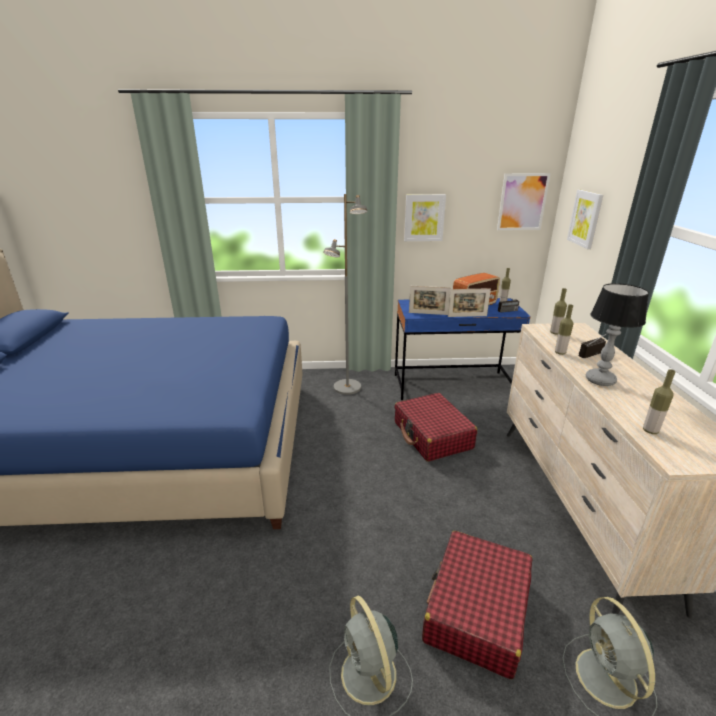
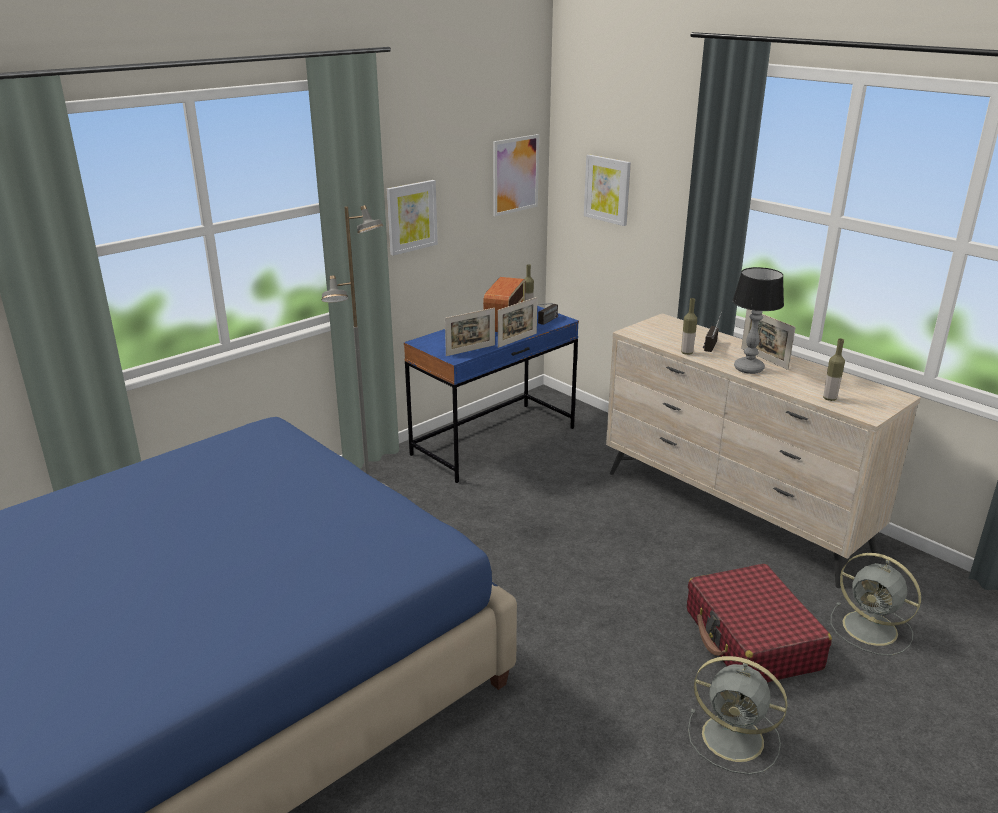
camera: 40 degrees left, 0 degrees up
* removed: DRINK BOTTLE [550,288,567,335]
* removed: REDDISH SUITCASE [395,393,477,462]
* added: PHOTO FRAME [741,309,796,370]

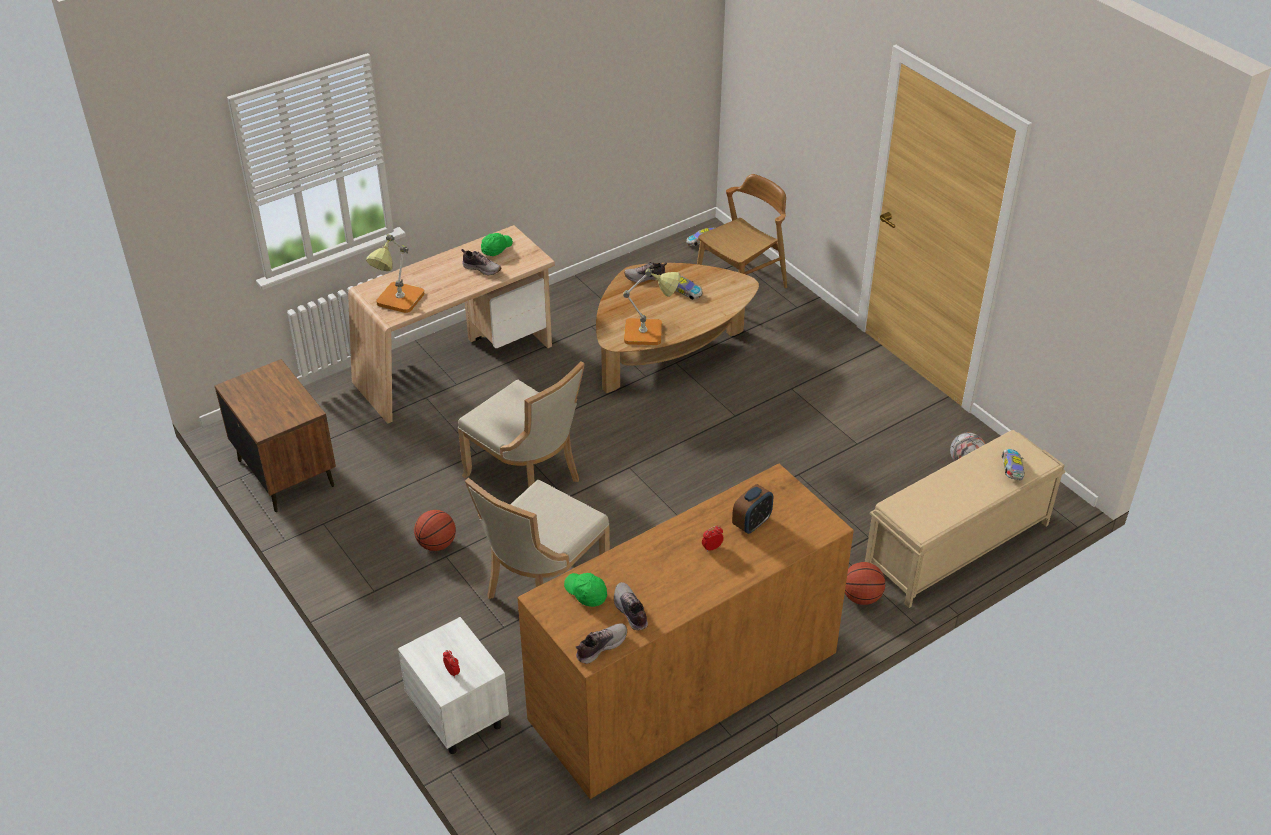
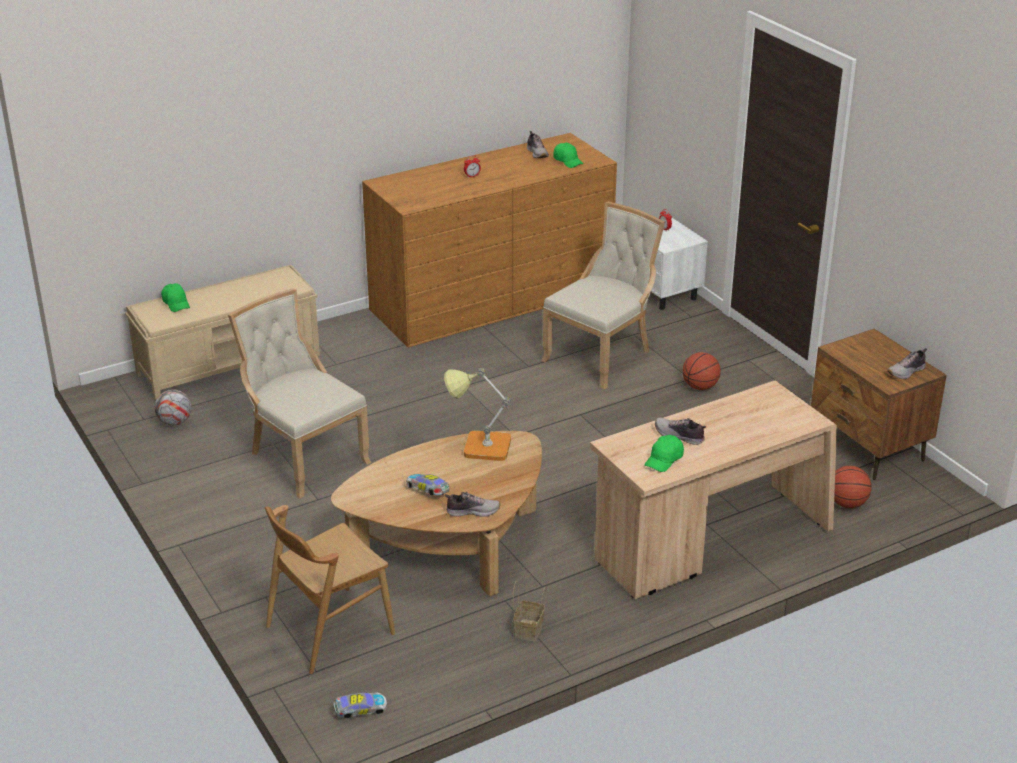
camera: 175 degrees left, 10 degrees down
* removed: LAMP FOR A TABLE [366,234,425,313]
* moved: BEIGE CHAIR [458,361,585,488] to [228,288,371,499]
* replaced: TOY CAR [1002,449,1024,480] to GREENISH CAP [161,283,190,312]
* removed: TABLE CLOCK [732,484,773,534]
* moved: BASKETBALL [845,562,885,605] to [834,466,872,508]
* moved: SHOE [576,623,627,664] to [887,348,927,379]
* added: BASKET [513,581,546,642]

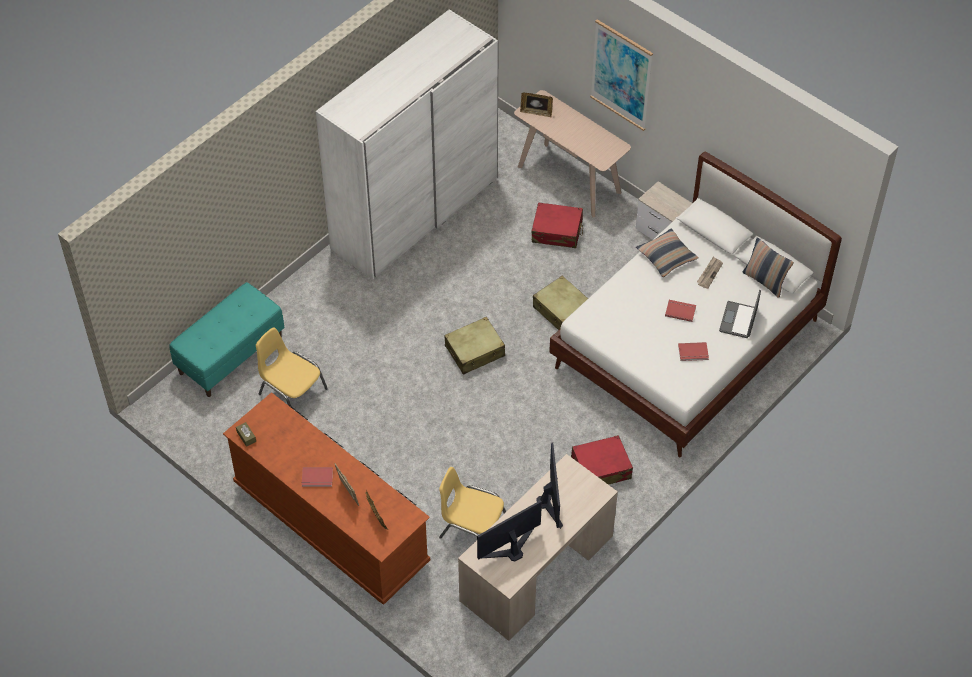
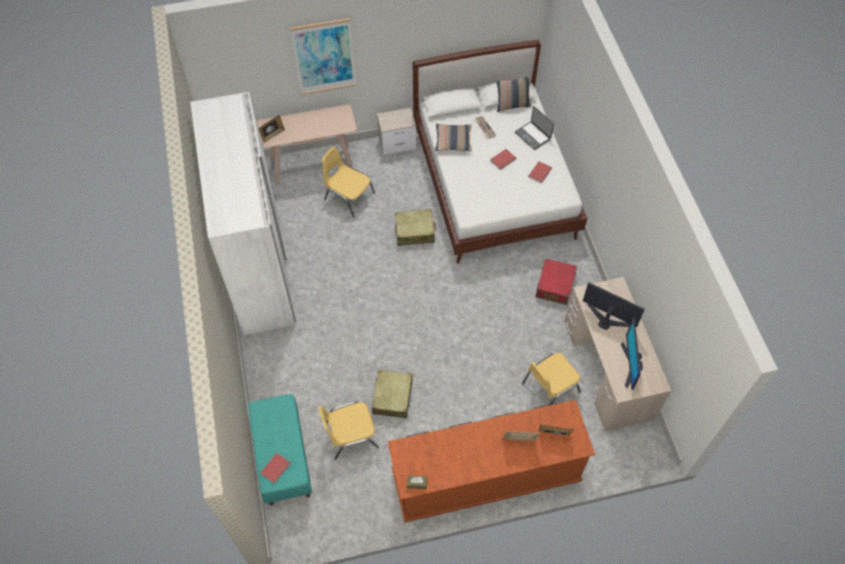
camera: 55 degrees left, 5 degrees up
* replaced: REDDISH SUITCASE [531,202,583,248] to YELLOW-COLOURED CHAIR [322,147,375,217]
* moved: BEIGE SUITCASE [444,317,505,375] to [372,370,413,418]
* moved: REDDISH VOLUME [302,467,333,487] to [260,453,291,484]

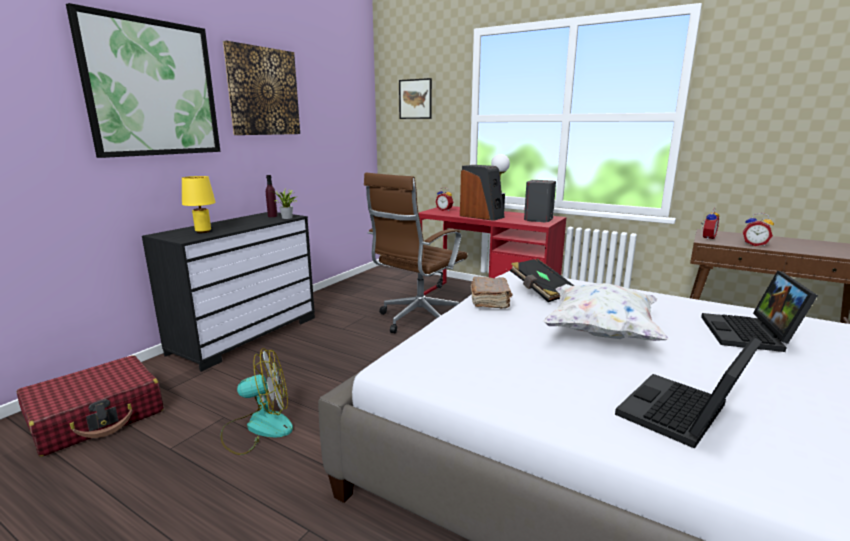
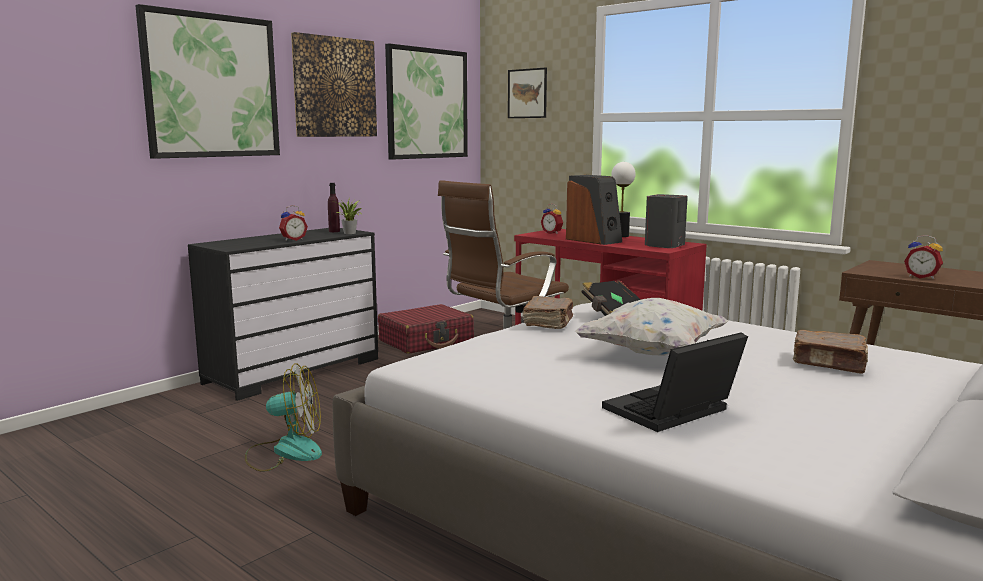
camera: 10 degrees right, 5 degrees down
* removed: YELLOW-COLOURED LAMP FOR A TABLE [182,176,216,233]
* moved: TABLE CLOCK [702,208,720,240] to [279,205,308,241]
* replaced: PORTABLE COMPUTER [701,270,818,352] to BROWN-COLOURED VOLUME [793,330,868,374]
* moved: REDDISH SUITCASE [17,355,164,457] to [378,304,474,354]
* added: PICTURE [385,43,468,160]

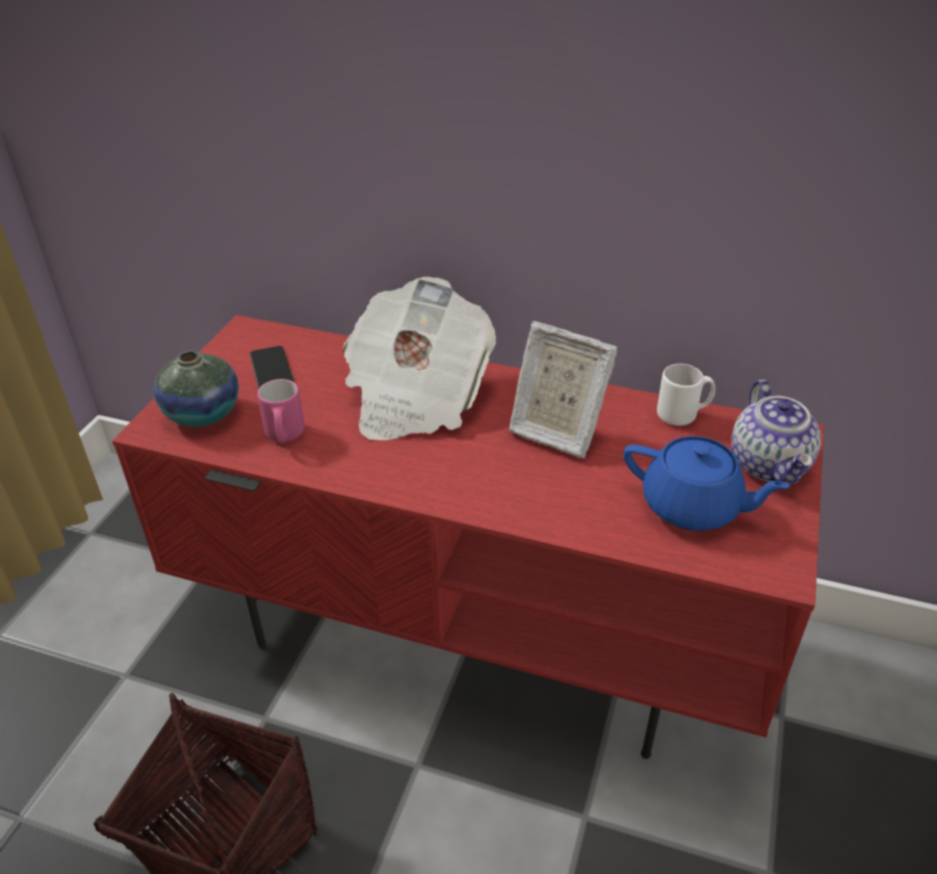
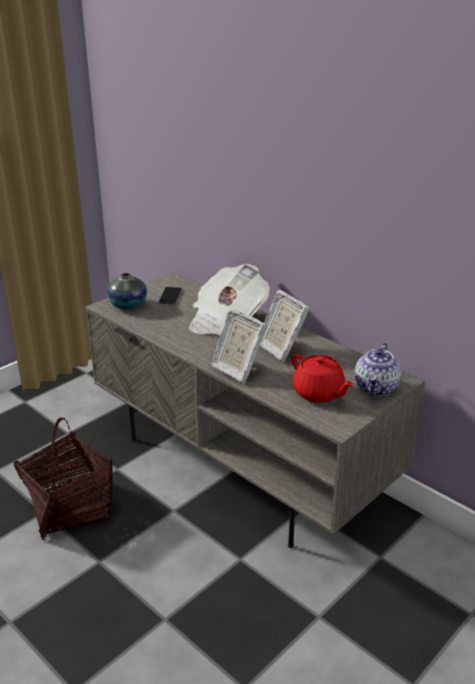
camera: 25 degrees right, 10 degrees down
* recoloured: REDDISH TV UNIT [112,315,824,759] to GREYISH TV UNIT [85,273,425,548]
* removed: WHITE TEA MUG [657,364,715,426]
* removed: PINK TEA MUG [257,379,305,443]
* recoloured: BLUISH POT FOR TEA [623,436,790,531] to REDDISH POT FOR TEA [292,354,354,403]
* added: PHOTO FRAME [211,308,267,384]

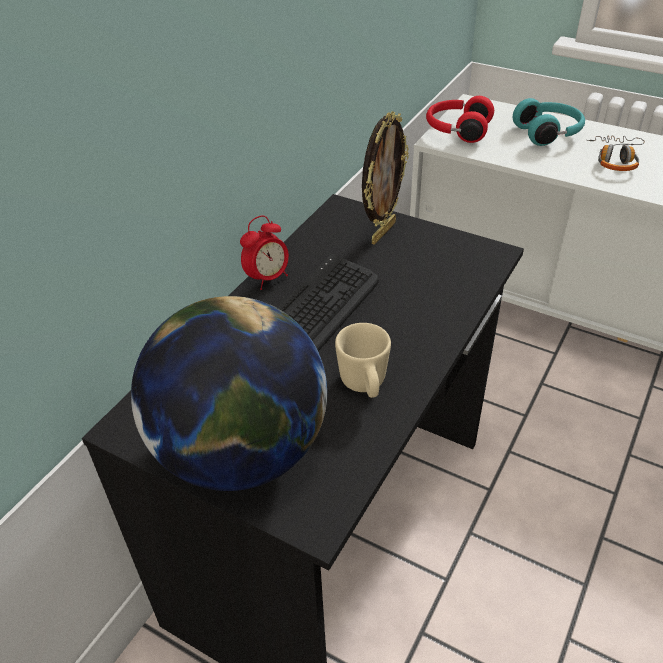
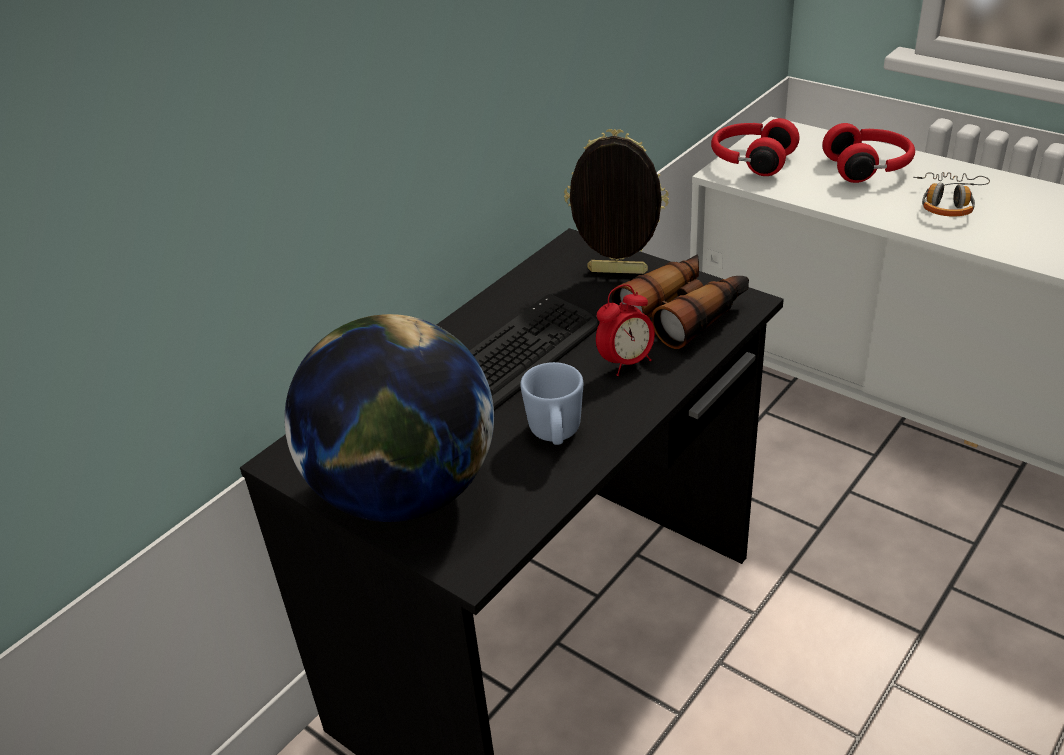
camera: 10 degrees right, 5 degrees down
* recoloured: TURQUOISE HEADSET [513,98,585,146] to REDDISH HEADSET [822,123,915,183]
* turned: PHOTO FRAME [362,111,409,245] = [564,129,669,274] 120 degrees counterclockwise
* moved: TABLE CLOCK [240,216,289,290] to [596,284,655,376]
* recoloured: BEIGE TEA MUG [335,323,391,398] to BLUISH TEA MUG [520,362,583,445]
* added: FIELD GLASSES [611,254,749,349]

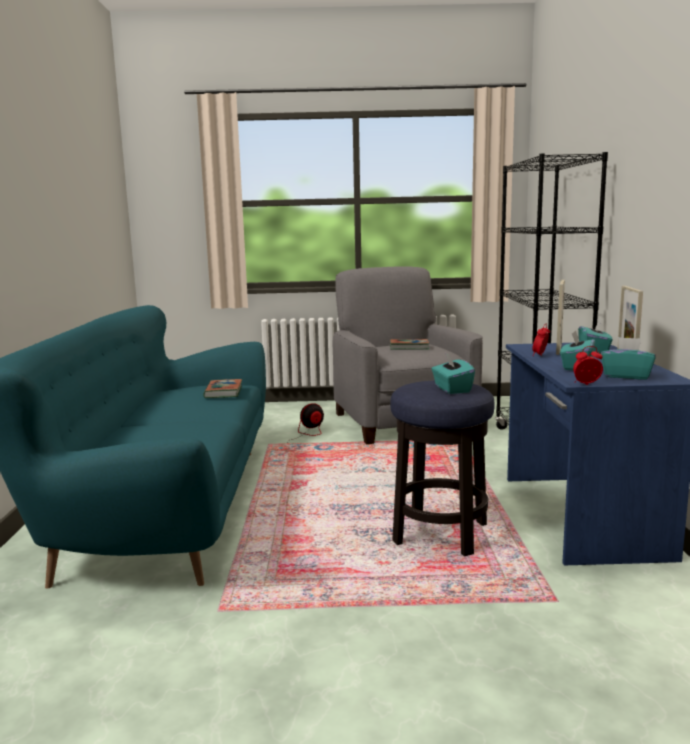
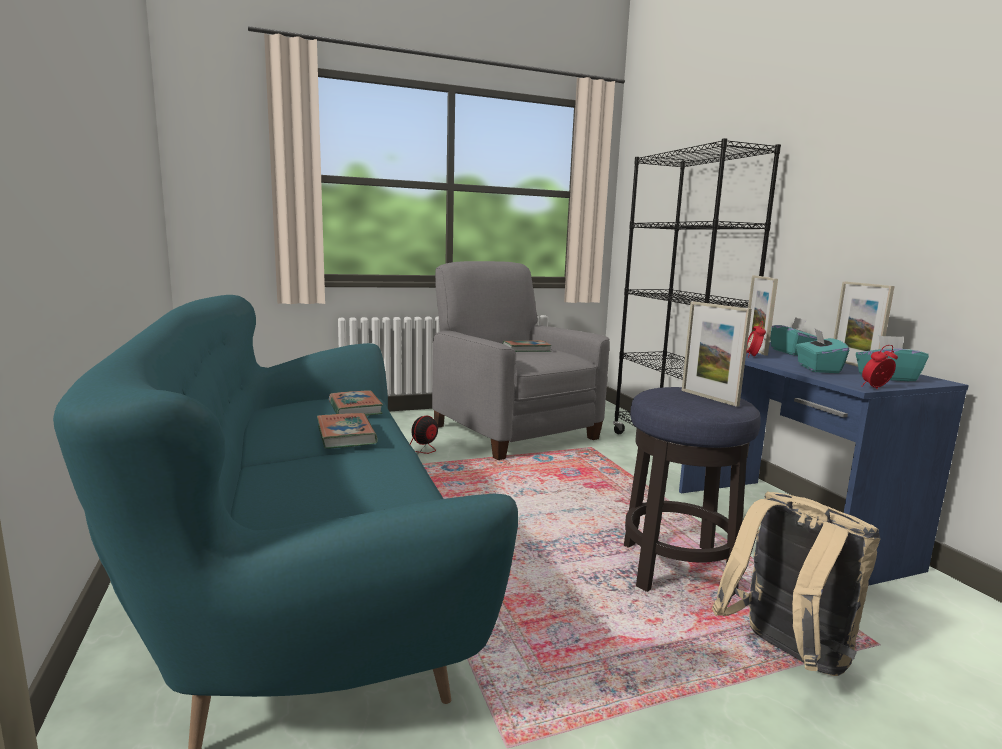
camera: 20 degrees left, 0 degrees up
* replaced: TURQUOISE TISSUE BOX [432,353,475,394] to PHOTO FRAME [682,301,752,407]
* added: VOLUME [317,413,378,449]
* added: BEIGE BACKPACK [712,491,881,676]

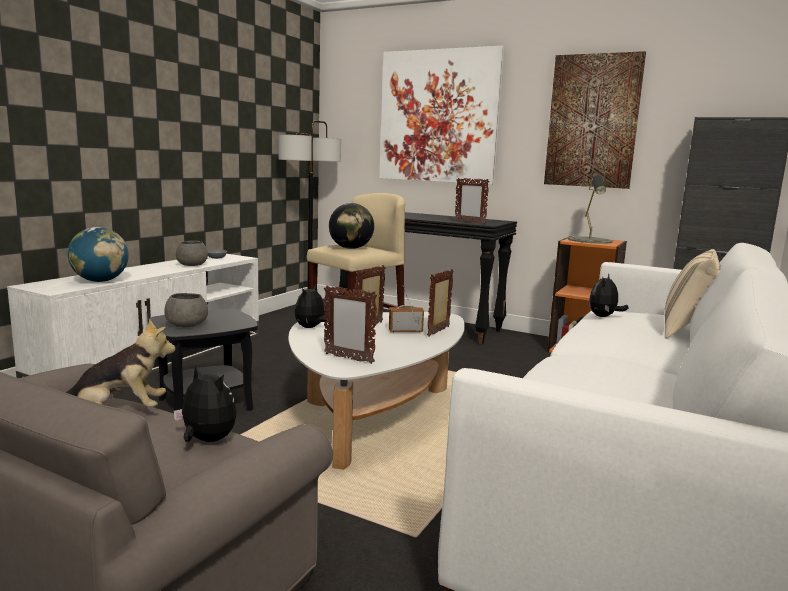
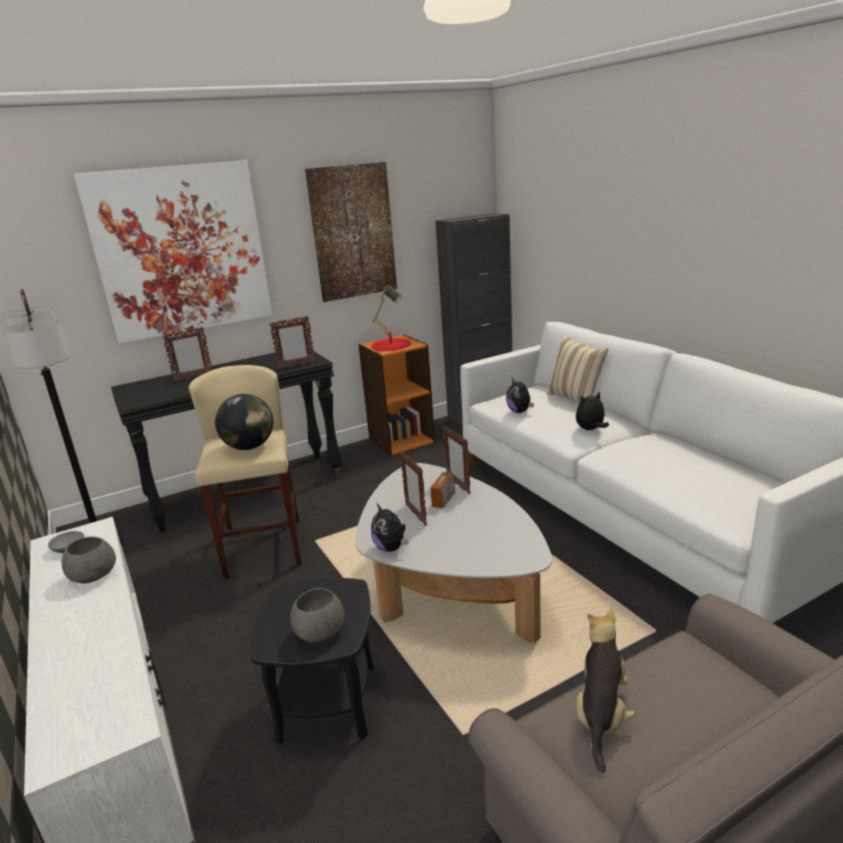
camera: 55 degrees left, 10 degrees up
* recoloured: GREYISH LAMP FOR A TABLE [568,175,613,244] to REDDISH LAMP FOR A TABLE [371,285,411,351]
* removed: DESK GLOBE [68,227,129,282]
* moved: PHOTO FRAME [324,285,377,364] to [162,327,211,381]
* moved: PLUSH TOY [174,365,237,442] to [576,391,609,430]

